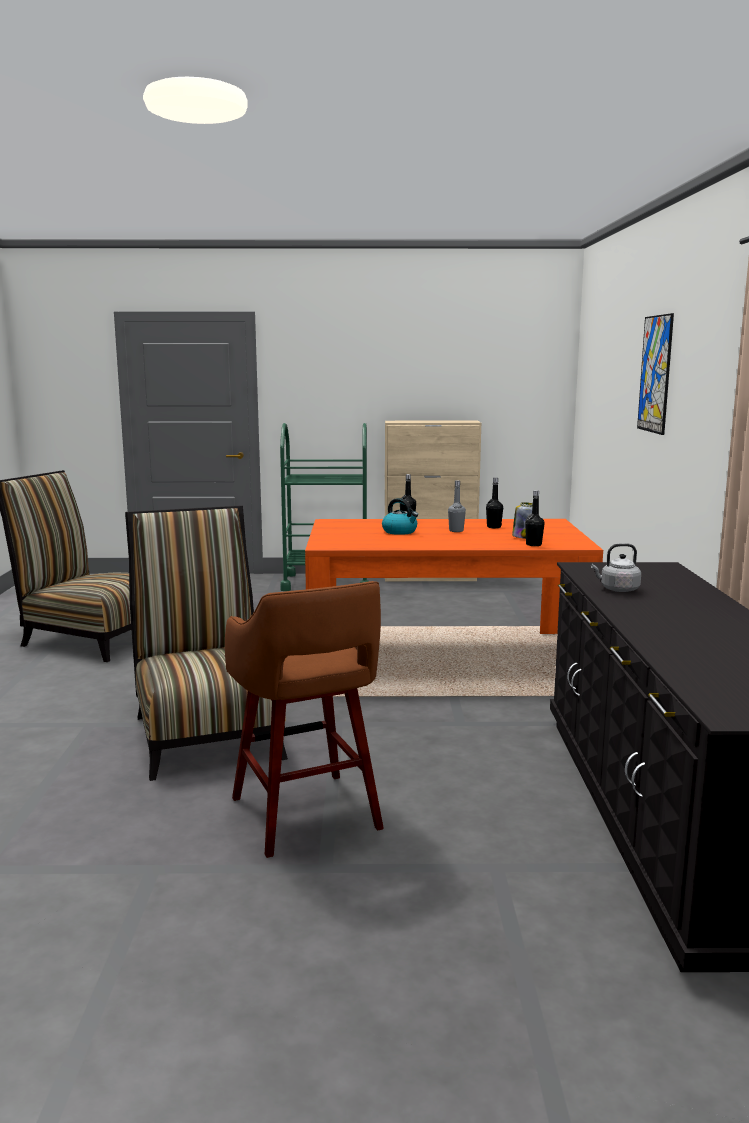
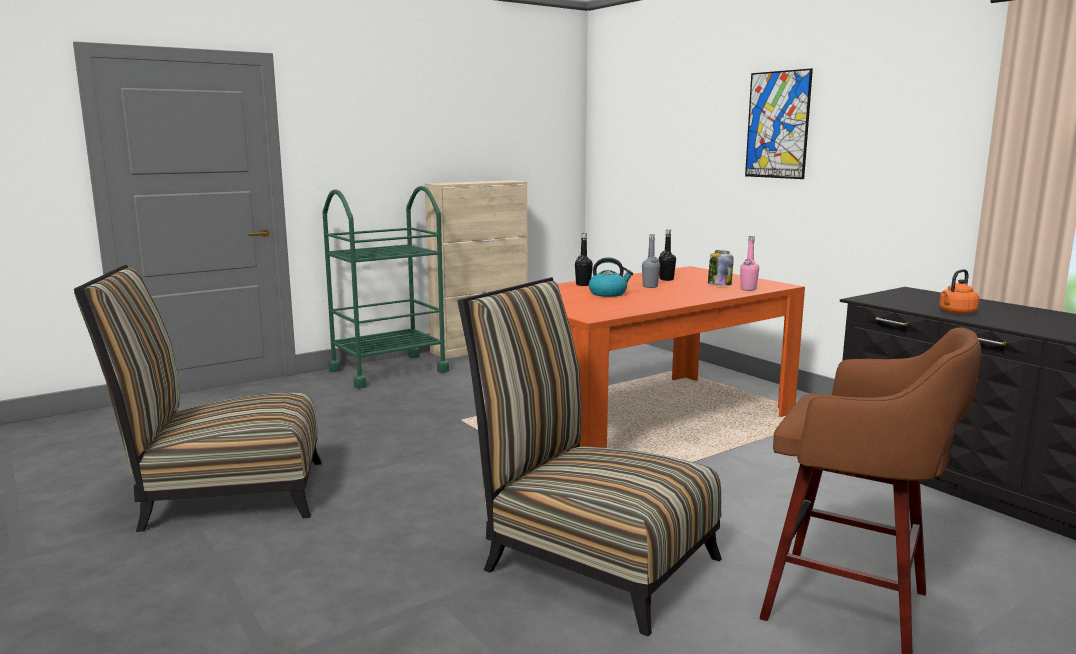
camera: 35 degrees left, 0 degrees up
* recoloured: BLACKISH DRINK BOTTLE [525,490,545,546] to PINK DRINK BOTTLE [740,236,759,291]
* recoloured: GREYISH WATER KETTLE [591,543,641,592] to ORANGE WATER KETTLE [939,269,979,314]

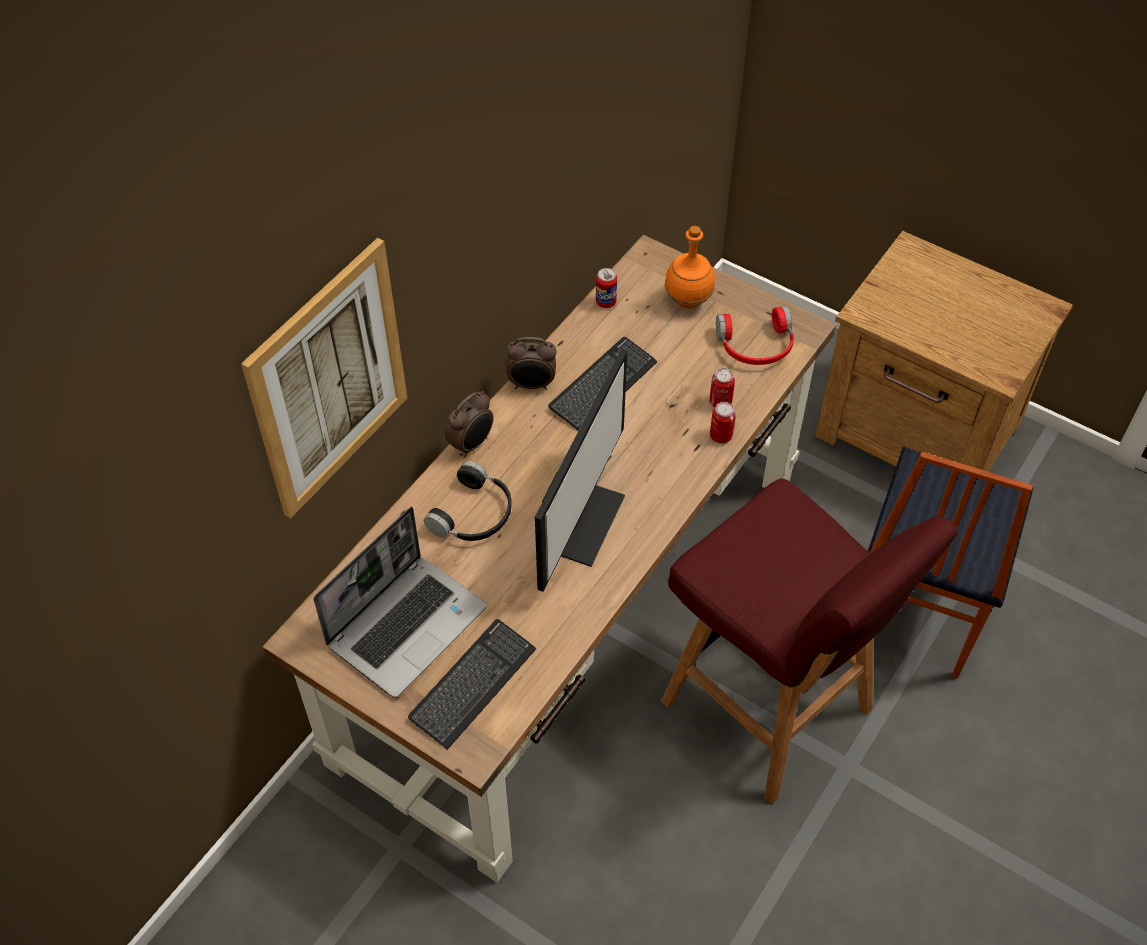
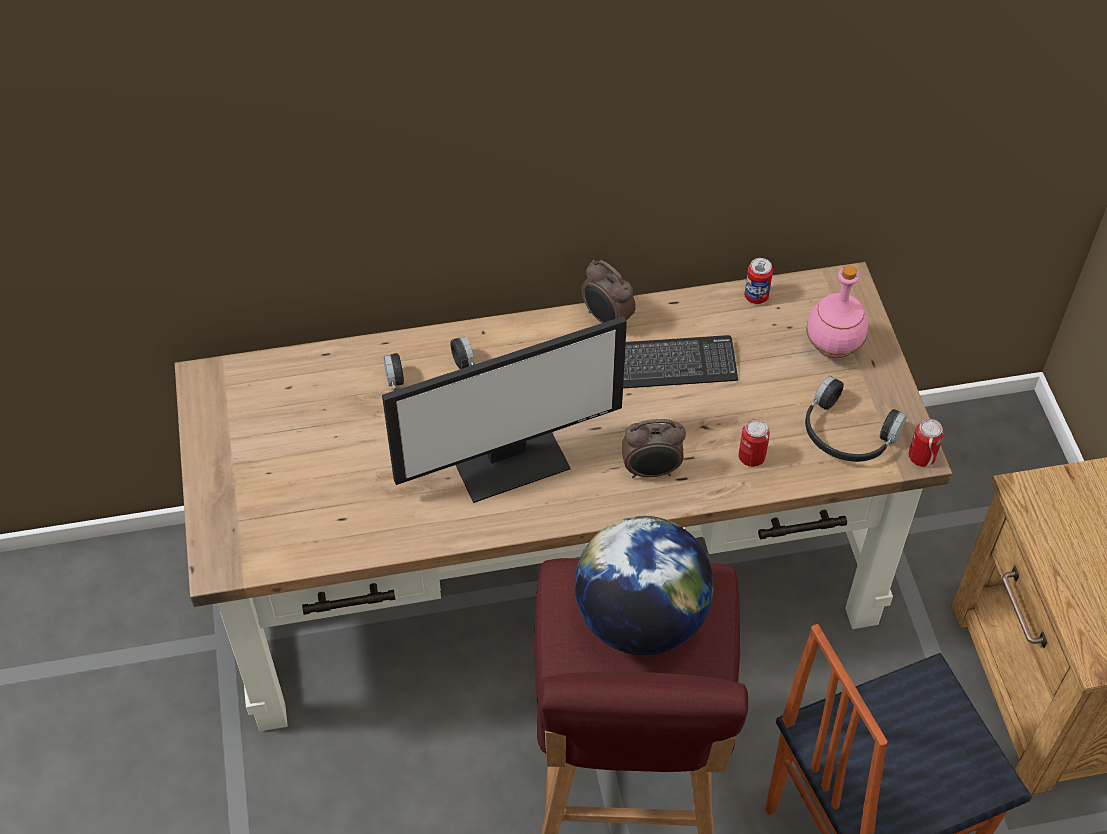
camera: 45 degrees right, 0 degrees up
* recoloured: ORANGE DRINK BOTTLE [665,226,715,309] to PINK DRINK BOTTLE [806,265,868,359]
* removed: PICTURE [241,238,407,519]
* recoloured: REDDISH HEADSET [716,306,794,365] to BLACKISH HEADSET [805,376,907,462]
* moved: TABLE CLOCK [445,391,493,458] to [622,419,686,478]
* moved: CAN [710,402,736,443] to [909,419,944,467]
* removed: PORTABLE COMPUTER [314,507,487,698]
* removed: KEYBOARD [408,619,536,750]
* added: DESK GLOBE [575,516,714,655]

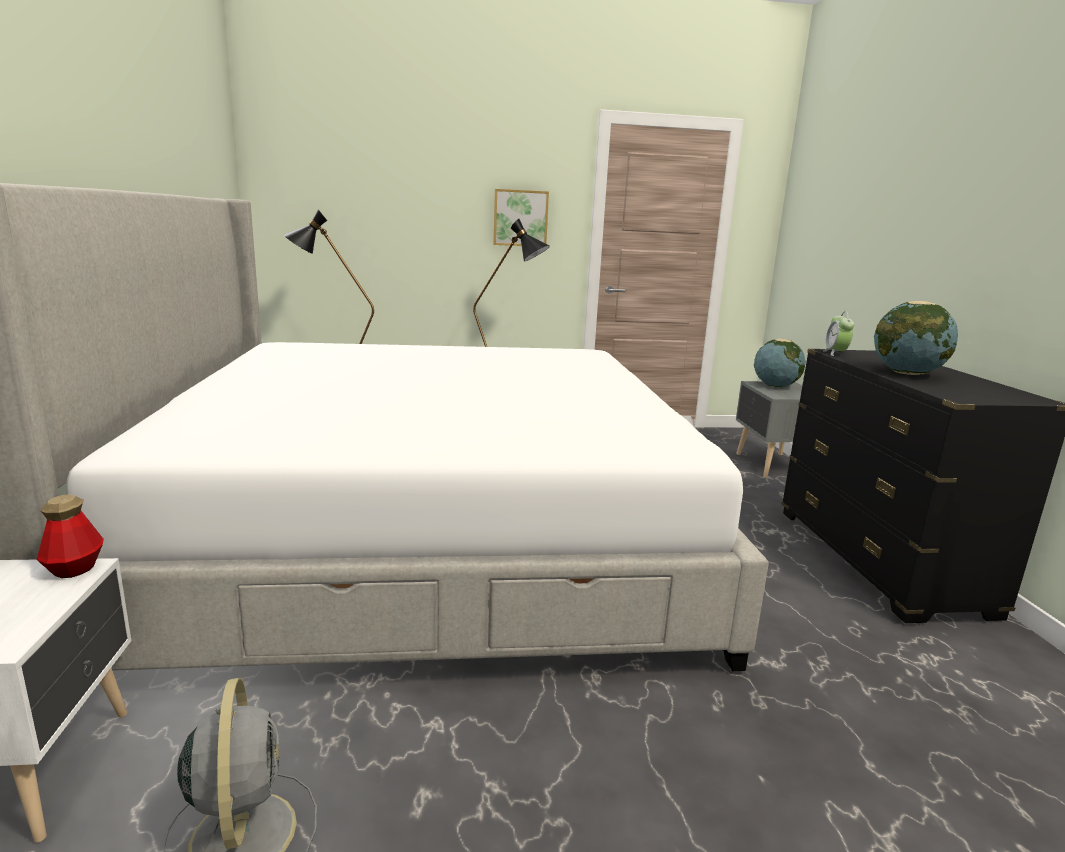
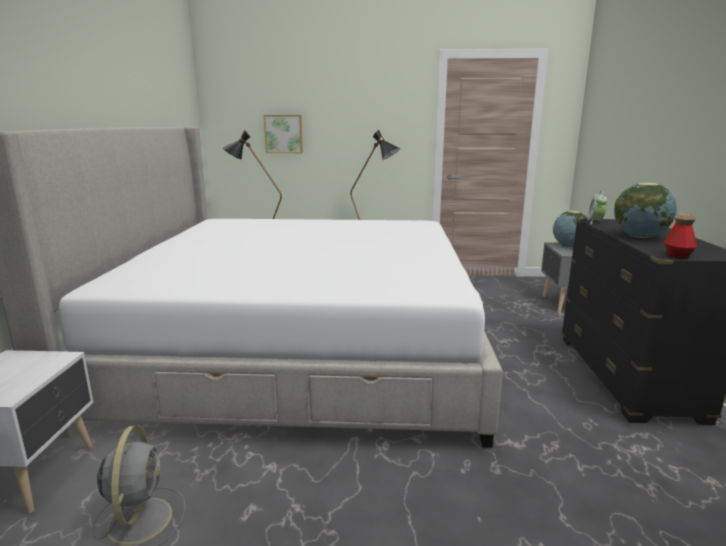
camera: 10 degrees right, 0 degrees up
* moved: PICTURE [493,189,549,246] to [264,115,303,153]
* moved: DRINK BOTTLE [37,495,104,578] to [664,213,697,258]

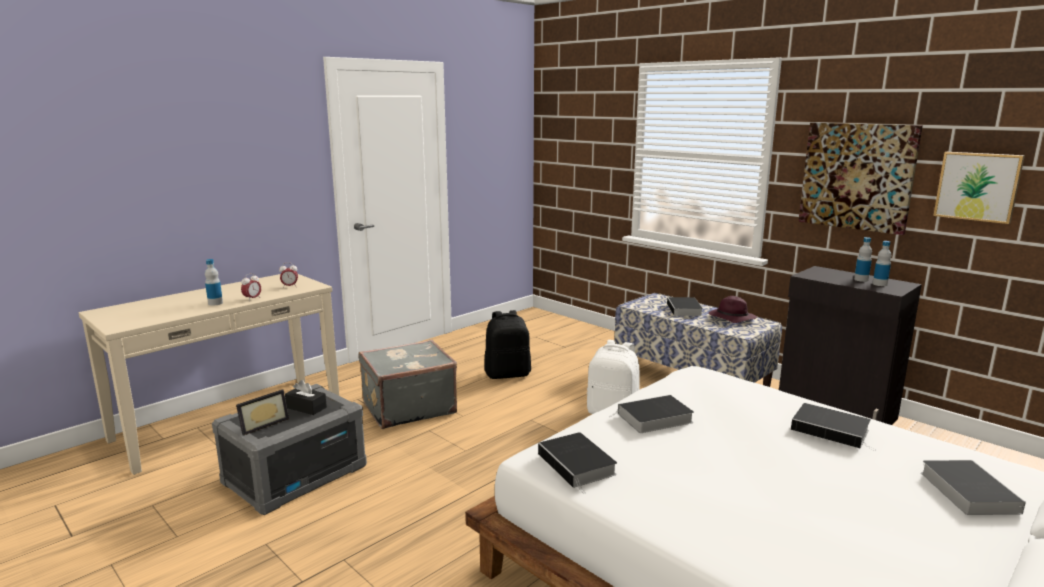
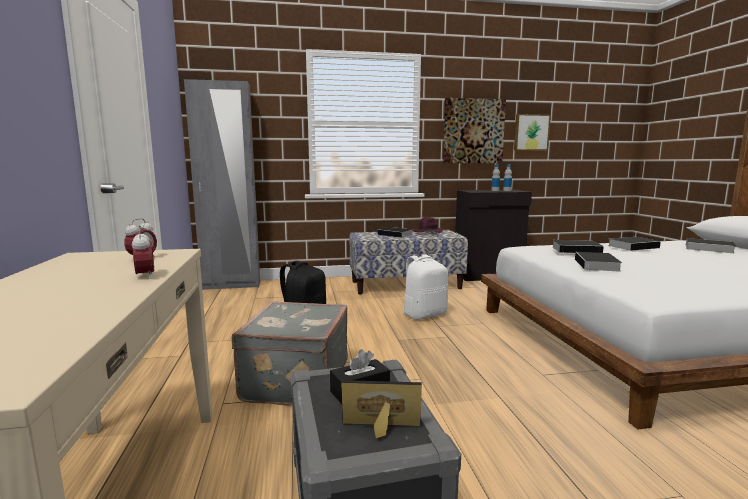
camera: 55 degrees left, 5 degrees down
* removed: DRINK BOTTLE [205,259,223,306]
* turned: PHOTO FRAME [236,389,289,436] = [341,380,422,438] 75 degrees counterclockwise
* moved: VOLUME [538,432,617,494] to [552,240,604,253]
* added: GREYISH WARDROBE [184,79,260,290]

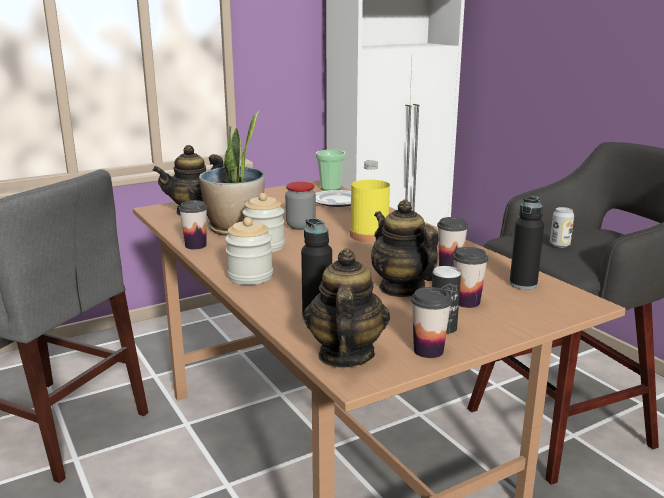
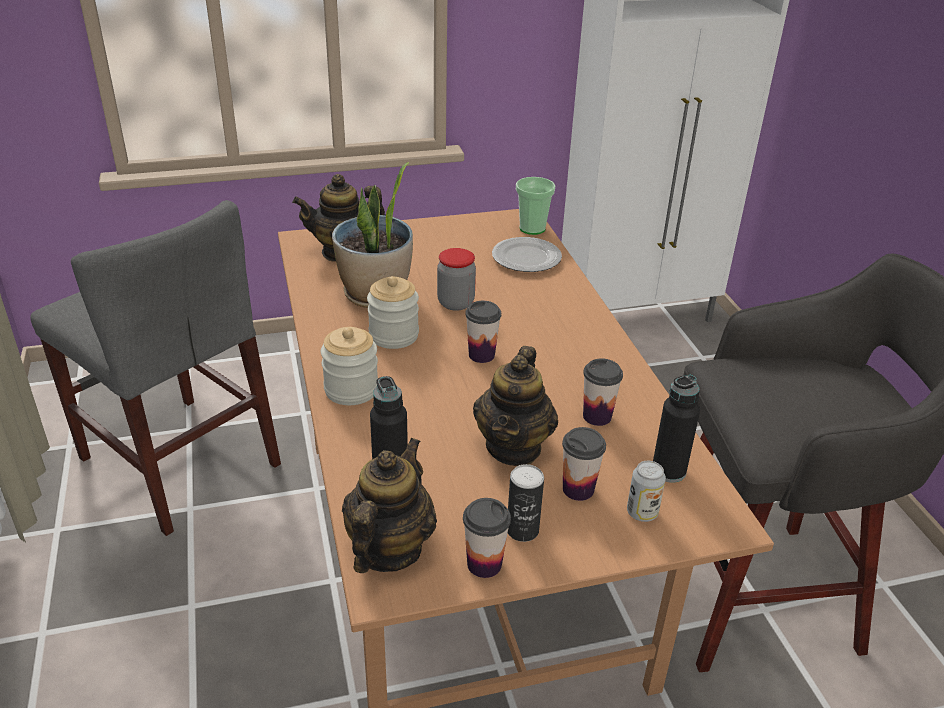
camera: 15 degrees right, 15 degrees up
* removed: YELLOW-COLOURED DRINK BOTTLE [350,160,390,242]
* moved: CUP [179,200,207,249] to [465,301,501,363]
* turned: POT FOR TEA [371,200,439,297] = [473,346,558,466] 150 degrees counterclockwise
* moved: CAN [550,207,574,248] to [627,461,666,522]

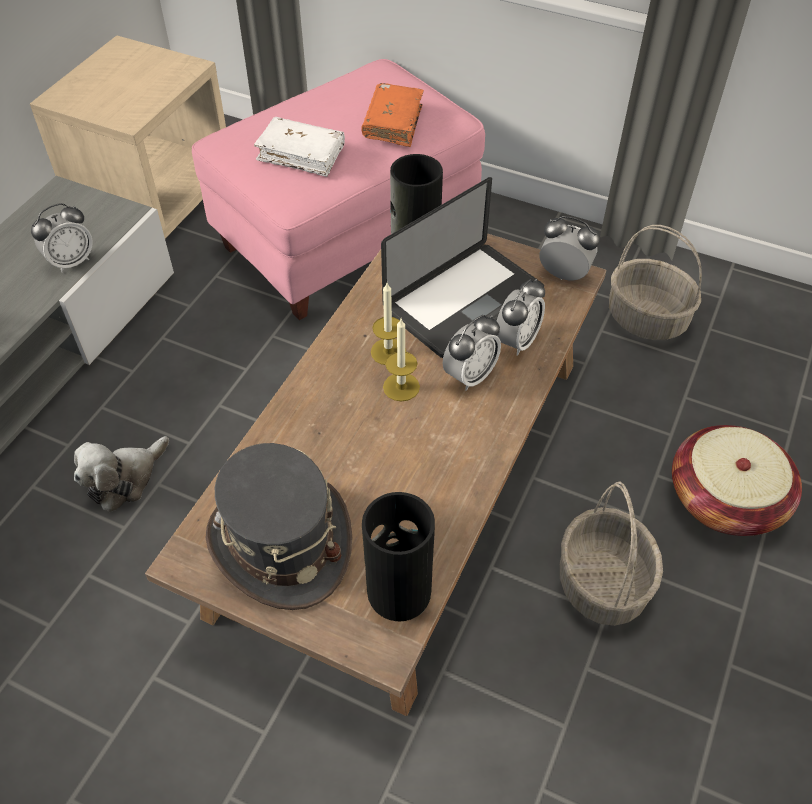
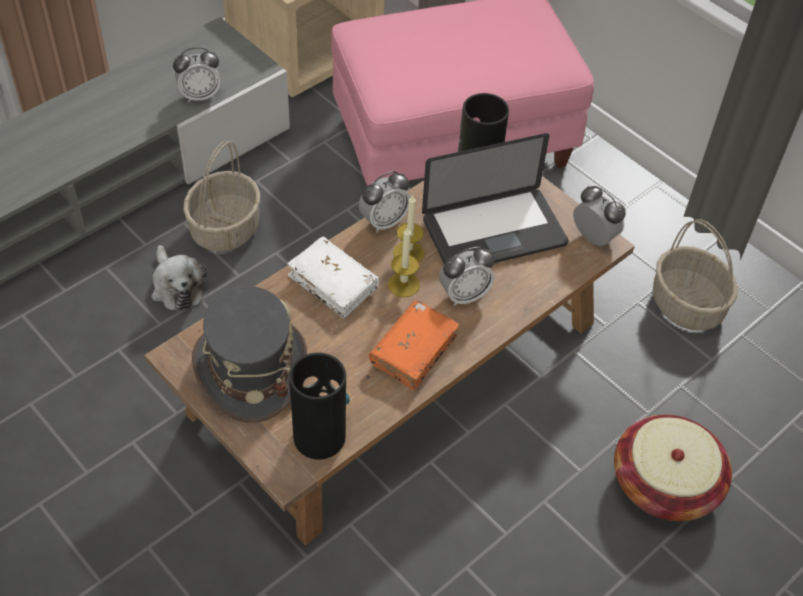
camera: 20 degrees right, 0 degrees up
* moved: ORANGE VOLUME [361,83,424,147] to [369,301,459,391]
* moved: WHITE VOLUME [254,117,345,177] to [287,237,380,319]
* moved: TABLE CLOCK [496,279,545,356] to [359,171,410,233]
* turned: PLUSH TOY [74,436,169,512] = [152,245,207,312] 90 degrees counterclockwise
* moved: BASKET [560,481,663,626] to [183,141,260,252]

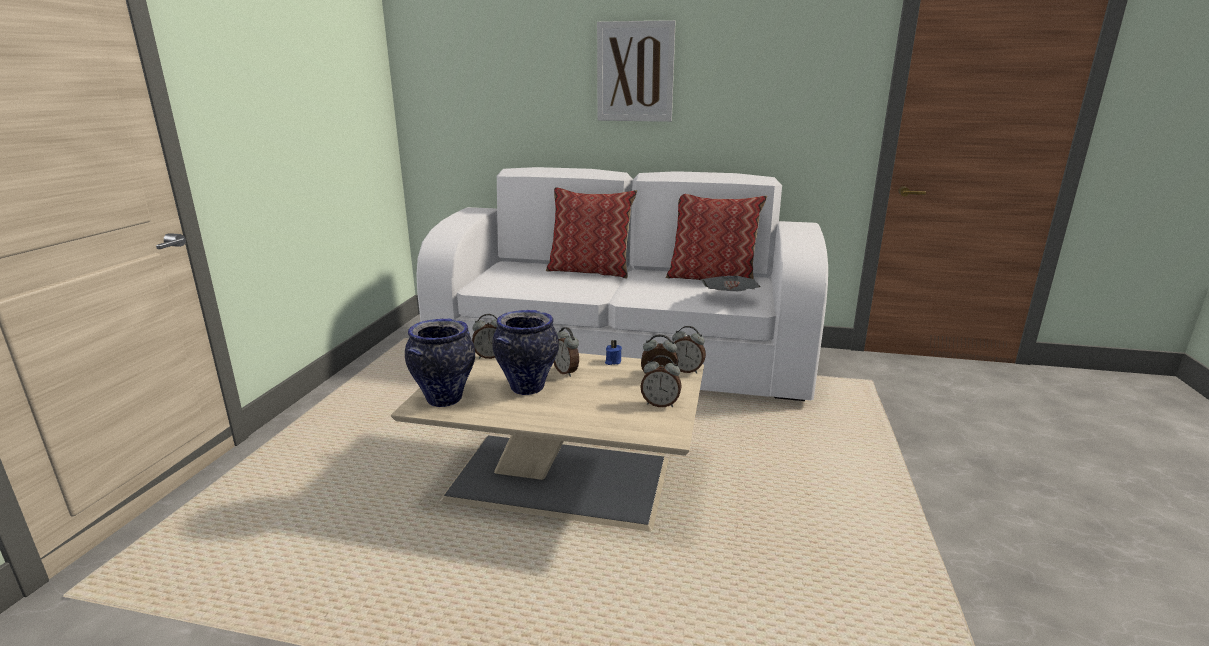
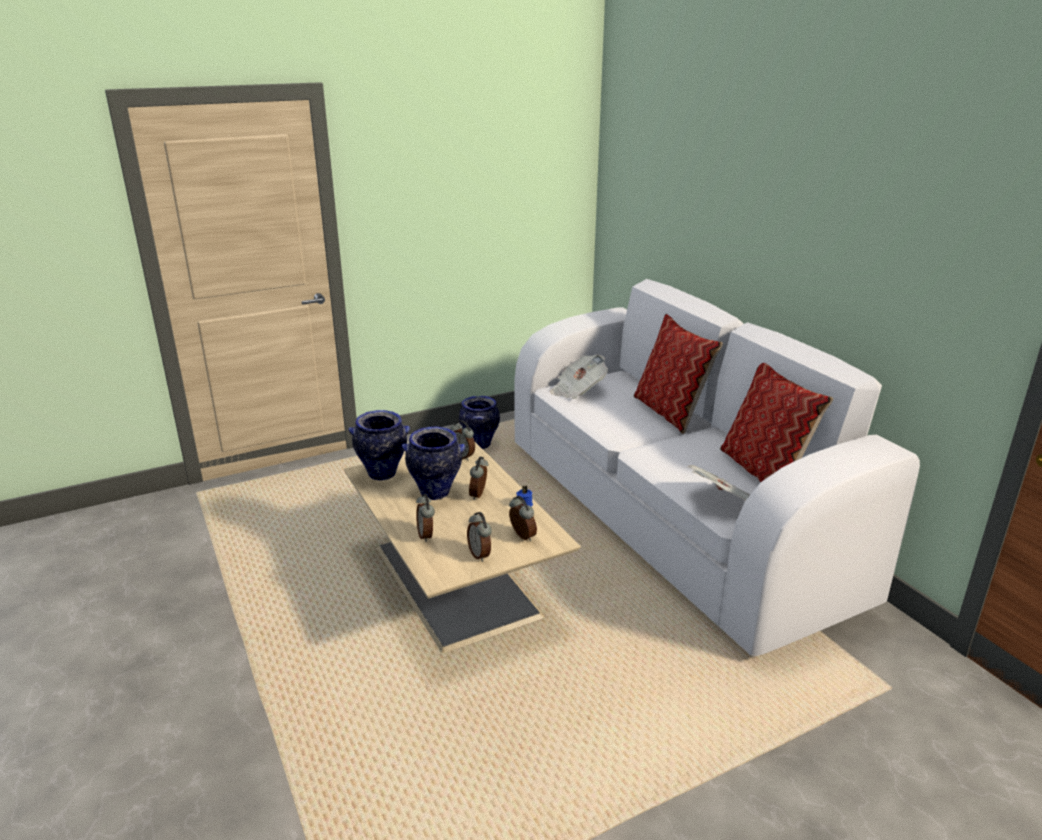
camera: 50 degrees right, 5 degrees up
* removed: PICTURE [597,20,676,122]
* moved: TABLE CLOCK [672,326,706,374] to [416,494,435,542]
* added: PRINTED PAPER [550,355,608,399]
* added: FLOWER VASE [459,396,500,449]

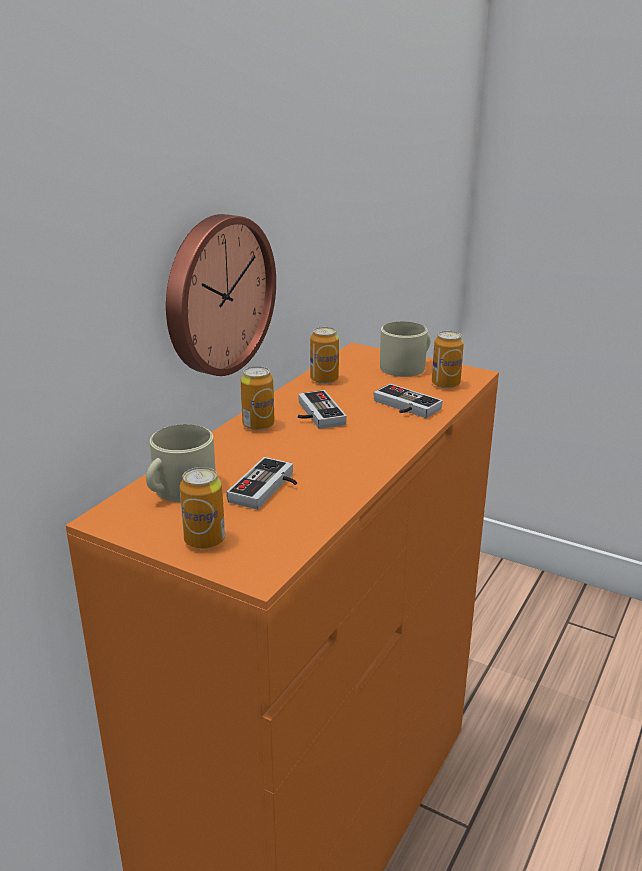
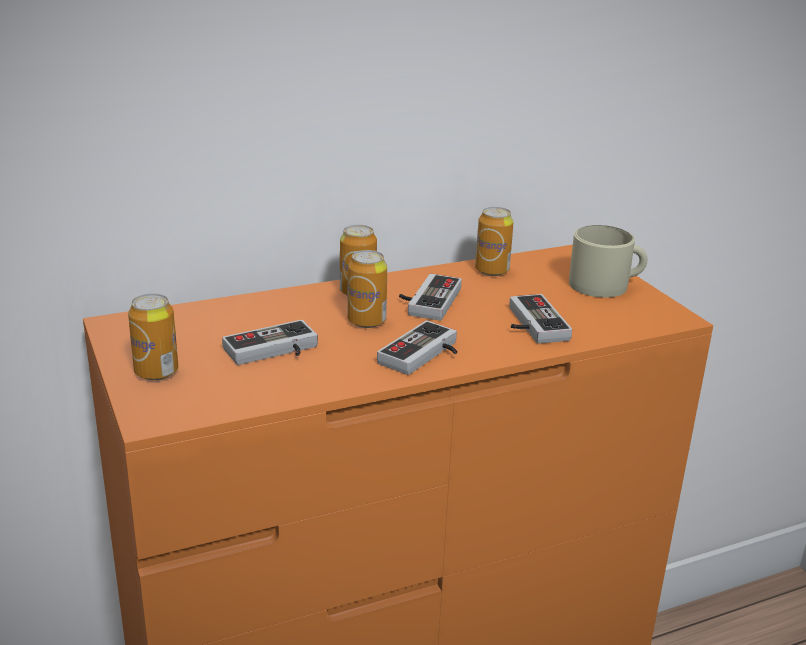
camera: 35 degrees right, 0 degrees up
* removed: CLOCK ON THE WALL [166,214,276,376]
* moved: CAN [432,331,464,389] to [347,250,387,328]
* removed: BEIGE TEA MUG [146,424,216,502]
* added: GAMEPAD [377,321,457,375]

